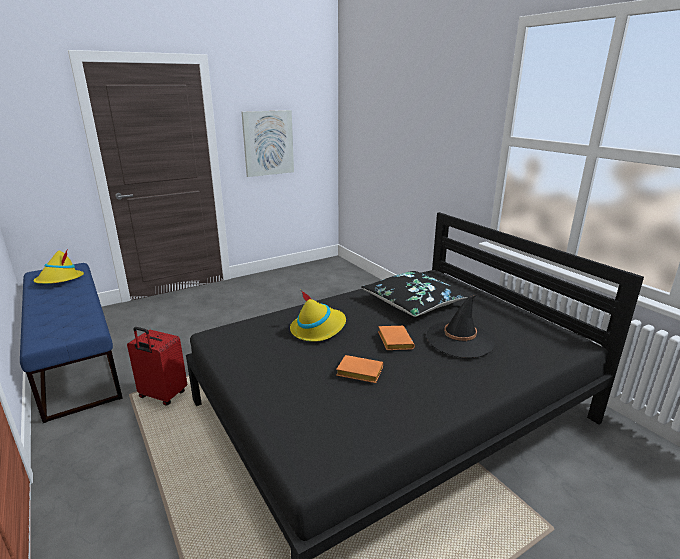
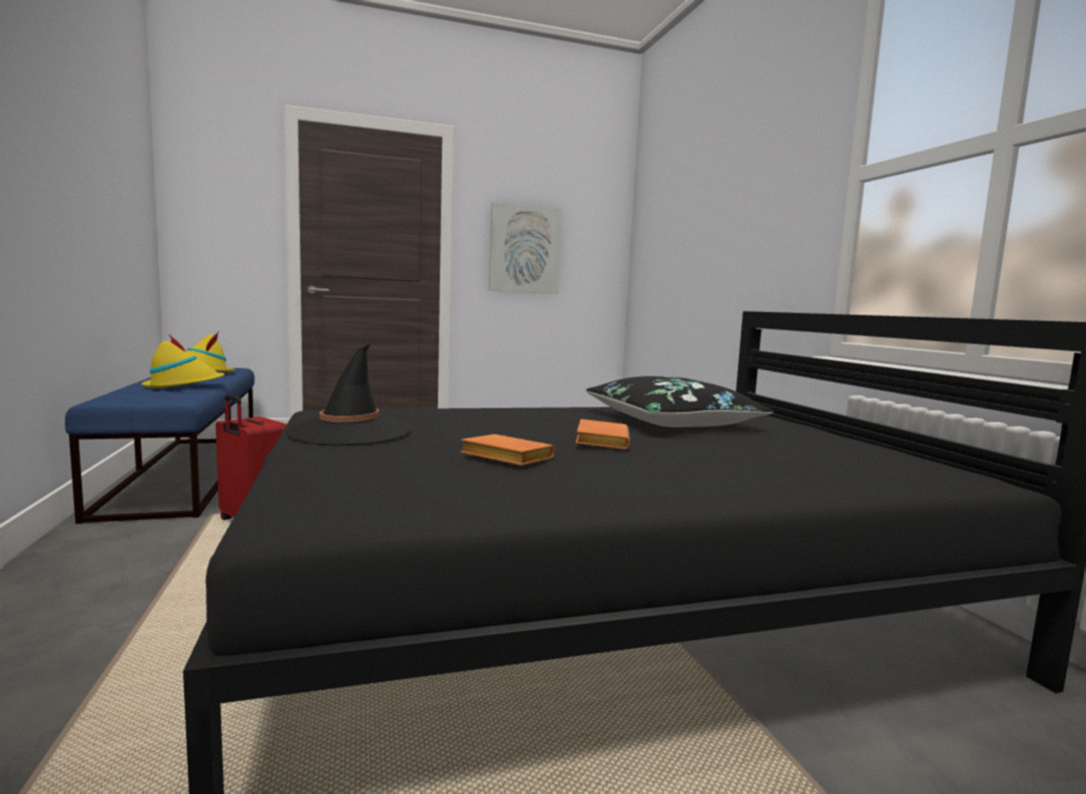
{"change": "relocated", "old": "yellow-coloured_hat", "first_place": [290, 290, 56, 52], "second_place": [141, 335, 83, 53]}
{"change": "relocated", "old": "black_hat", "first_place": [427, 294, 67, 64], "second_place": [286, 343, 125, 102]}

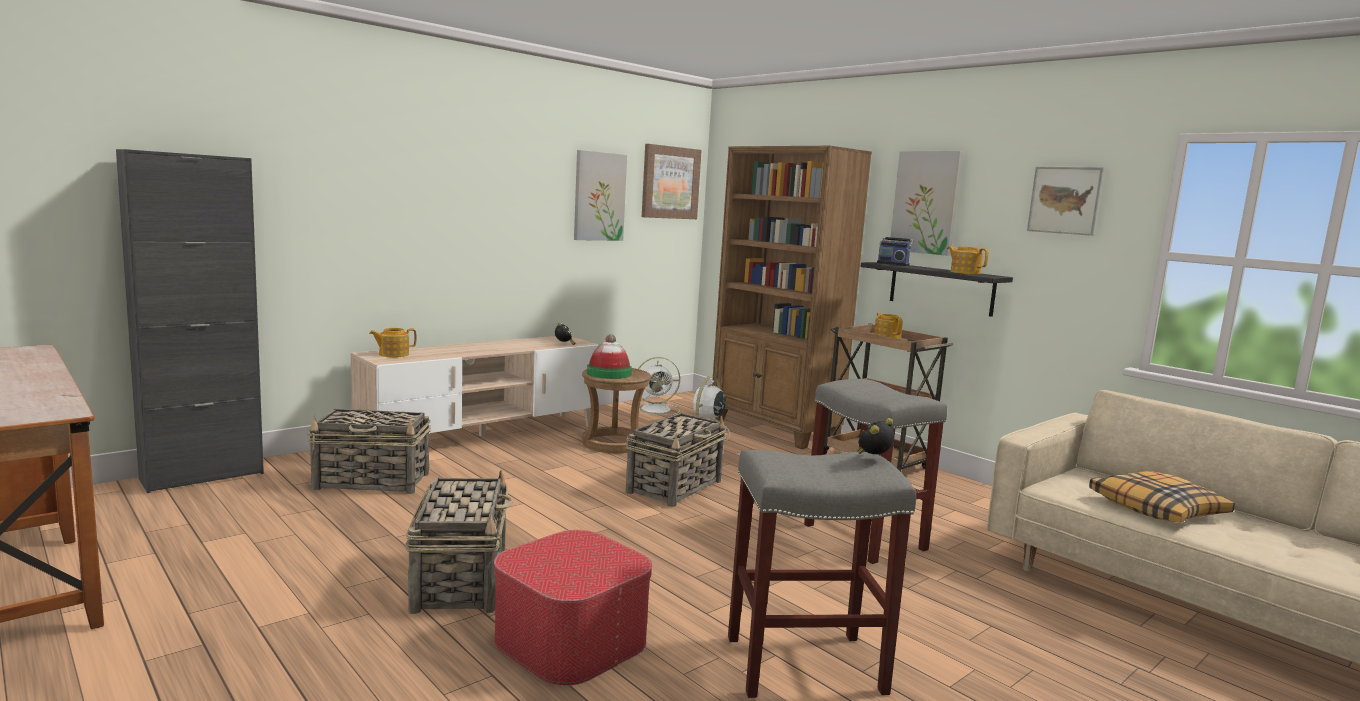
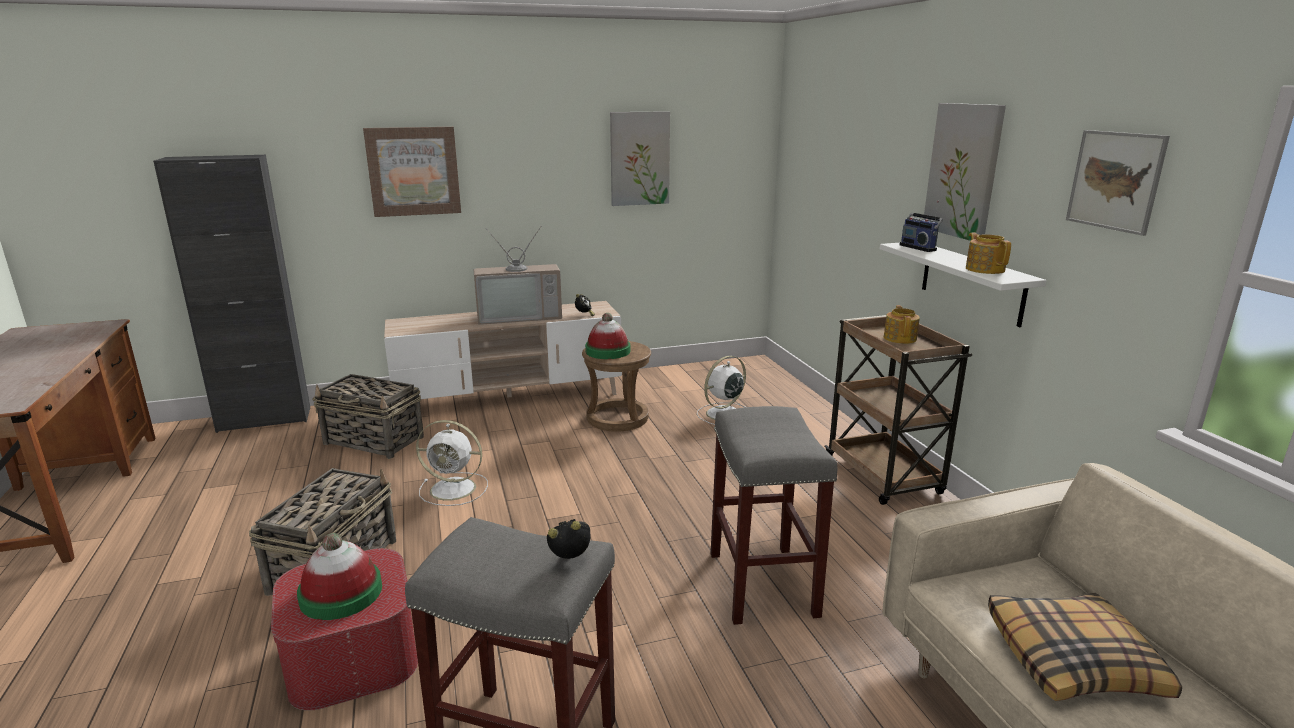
{"change": "appeared", "new": "hat", "second_place": [297, 533, 85, 87]}
{"change": "relocated", "old": "wall_picture", "first_place": [642, 144, 60, 75], "second_place": [363, 127, 98, 90]}
{"change": "relocated", "old": "whitish_fan", "first_place": [630, 357, 50, 59], "second_place": [416, 420, 72, 86]}
{"change": "appeared", "new": "television", "second_place": [473, 227, 89, 98]}
{"change": "colour", "old": "black_shelf", "new": "whitish_shelf", "first_place": [861, 262, 152, 55], "second_place": [880, 243, 167, 84]}
{"change": "missing", "old": "teapot", "first_place": [369, 328, 48, 29]}
{"change": "missing", "old": "basket", "first_place": [625, 413, 101, 94]}
{"change": "missing", "old": "brown_bookcase", "first_place": [713, 146, 159, 303]}

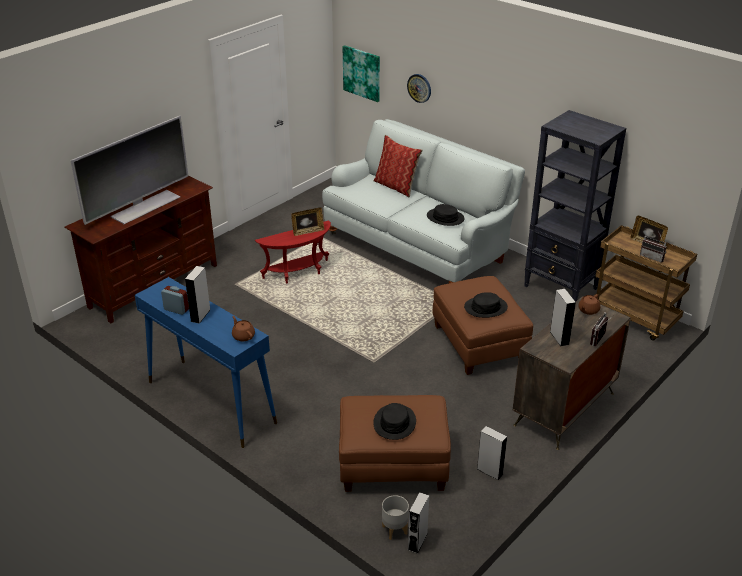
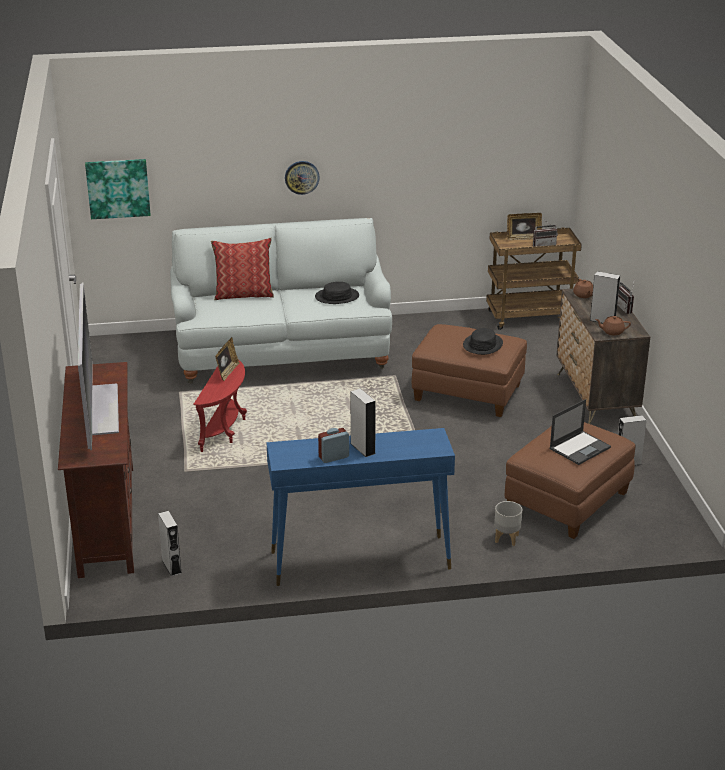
{"change": "relocated", "old": "greyish_audio_speaker", "first_place": [408, 492, 21, 62], "second_place": [158, 511, 24, 65]}
{"change": "relocated", "old": "wall_clock", "first_place": [407, 74, 24, 29], "second_place": [285, 161, 35, 34]}
{"change": "relocated", "old": "greyish_planter", "first_place": [382, 495, 27, 45], "second_place": [494, 501, 28, 45]}
{"change": "exchanged", "old": "black_hat", "new": "notebook_computer", "first_place": [373, 403, 43, 37], "second_place": [549, 399, 62, 66]}
{"change": "relocated", "old": "brown_teapot", "first_place": [232, 316, 23, 25], "second_place": [595, 316, 36, 19]}
{"change": "missing", "old": "black_bookcase", "first_place": [524, 110, 102, 192]}

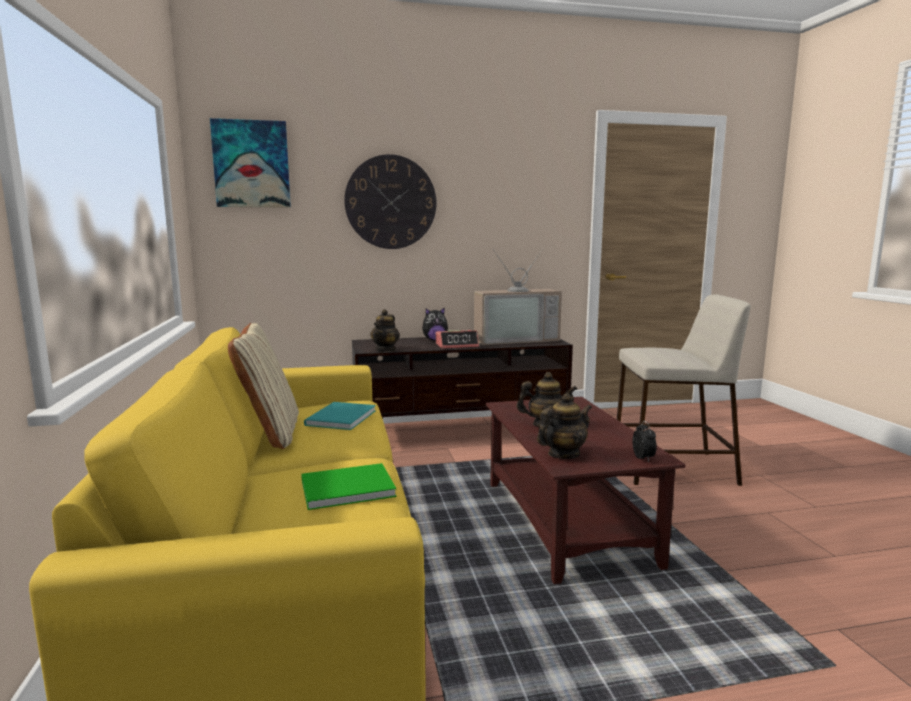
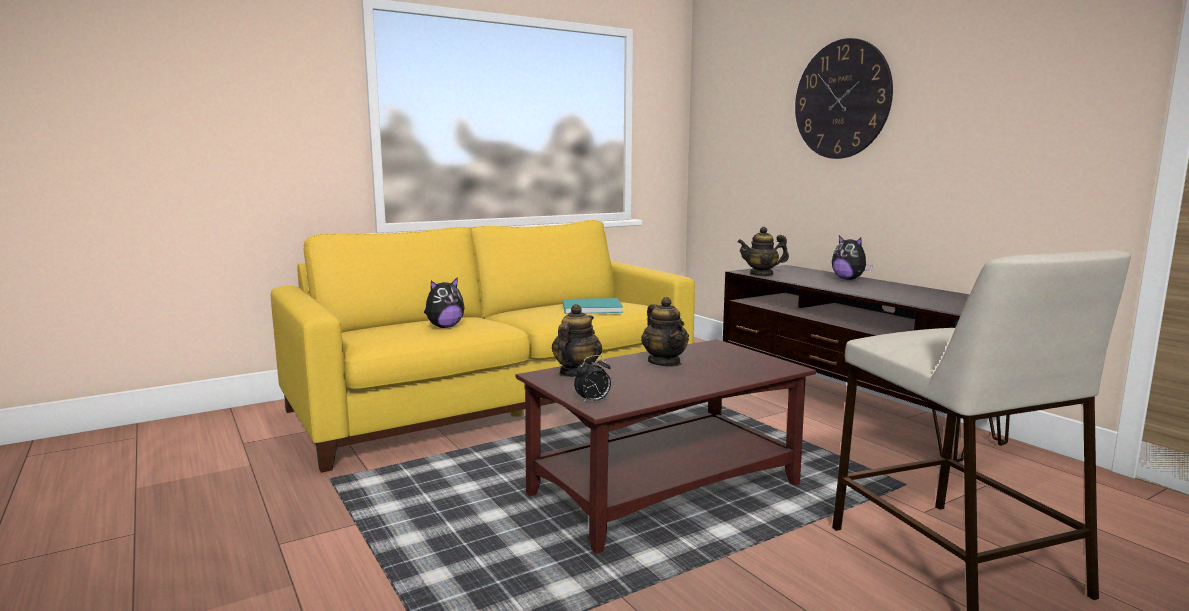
{"change": "exchanged", "old": "green-coloured_bound_book", "new": "cuddly_toy", "first_place": [301, 463, 96, 47], "second_place": [424, 277, 40, 51]}
{"change": "spun", "old": "teapot", "first_place": [537, 393, 55, 66], "second_place": [551, 304, 51, 73], "degrees": -105}
{"change": "missing", "old": "wall_picture", "first_place": [210, 118, 81, 90]}
{"change": "missing", "old": "sand-coloured_throw_pillow", "first_place": [228, 323, 71, 126]}
{"change": "missing", "old": "bedside_clock", "first_place": [436, 330, 43, 19]}
{"change": "missing", "old": "television", "first_place": [474, 249, 88, 96]}

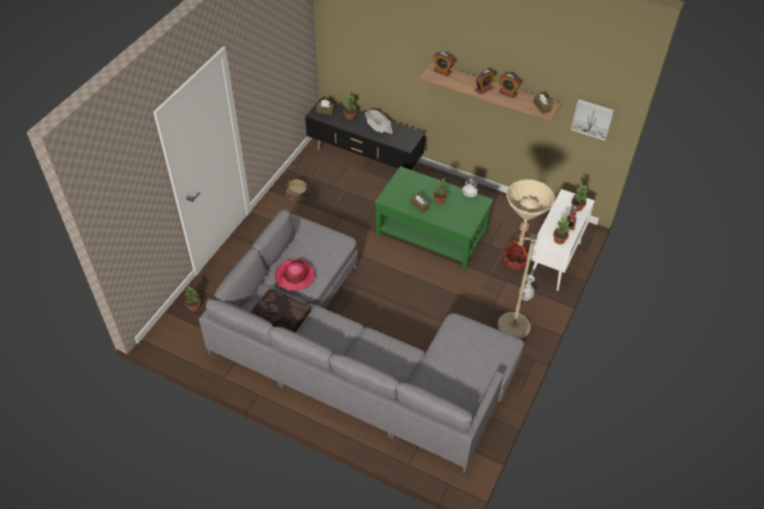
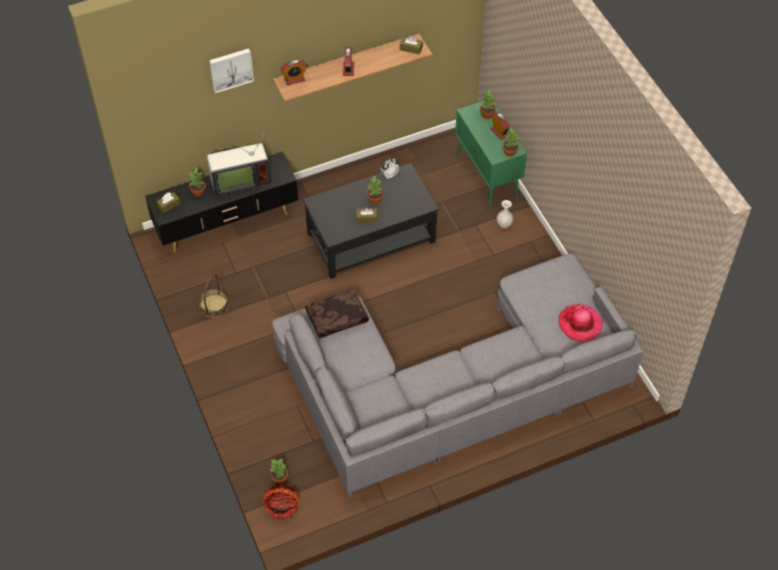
{"change": "exchanged", "old": "newspaper", "new": "television", "first_place": [365, 110, 28, 24], "second_place": [207, 131, 64, 65]}
{"change": "relocated", "old": "wall_picture", "first_place": [571, 99, 43, 42], "second_place": [209, 48, 45, 45]}
{"change": "relocated", "old": "basket", "first_place": [504, 240, 25, 30], "second_place": [263, 484, 37, 36]}
{"change": "colour", "old": "green-coloured_lounge_table", "new": "black_lounge_table", "first_place": [374, 166, 120, 103], "second_place": [303, 163, 136, 116]}
{"change": "relocated", "old": "brown_throw_pillow", "first_place": [251, 288, 60, 44], "second_place": [305, 289, 64, 49]}
{"change": "colour", "old": "whitish_cabinet", "new": "green-coloured_cabinet", "first_place": [530, 189, 65, 102], "second_place": [455, 101, 72, 108]}
{"change": "relocated", "old": "hat", "first_place": [275, 259, 40, 32], "second_place": [559, 304, 44, 38]}
{"change": "missing", "old": "sand-coloured_floor_lamp", "first_place": [498, 179, 57, 160]}
{"change": "missing", "old": "bedside_clock", "first_place": [499, 74, 22, 24]}

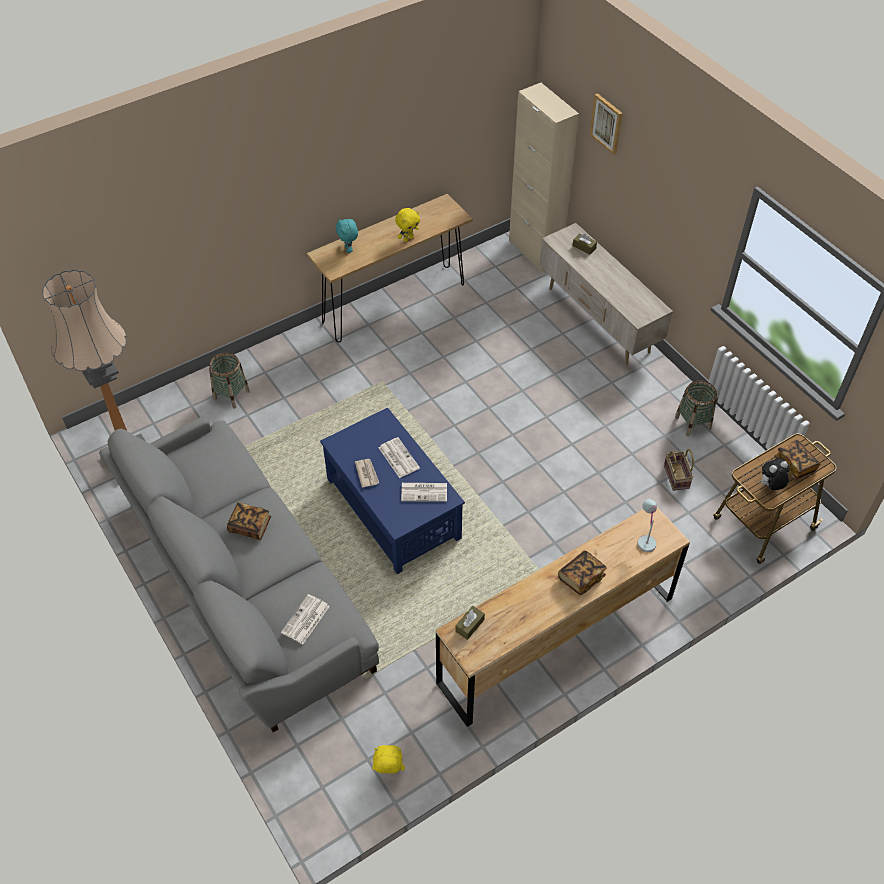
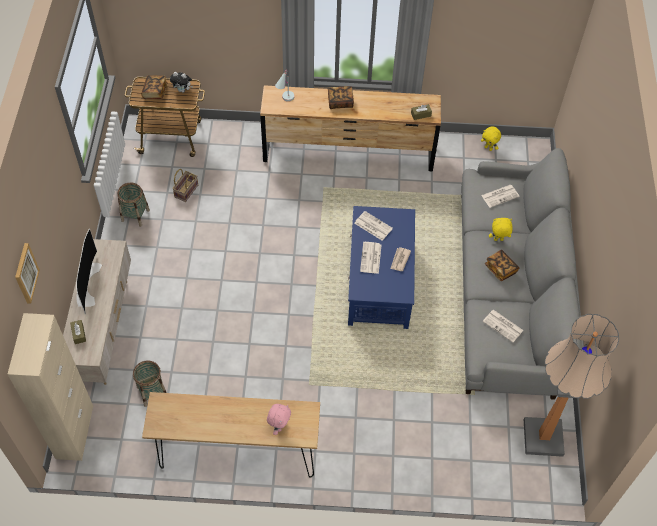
{"change": "appeared", "new": "television", "second_place": [76, 229, 26, 85]}
{"change": "relocated", "old": "basket", "first_place": [209, 352, 41, 57], "second_place": [133, 361, 34, 46]}
{"change": "colour", "old": "turquoise-coloured_cuddly_toy", "new": "pinkish_cuddly_toy", "first_place": [336, 219, 22, 34], "second_place": [267, 404, 24, 31]}
{"change": "appeared", "new": "newspaper", "second_place": [483, 310, 41, 32]}
{"change": "relocated", "old": "yellow-coloured_cuddly_toy", "first_place": [395, 208, 25, 34], "second_place": [489, 218, 24, 23]}

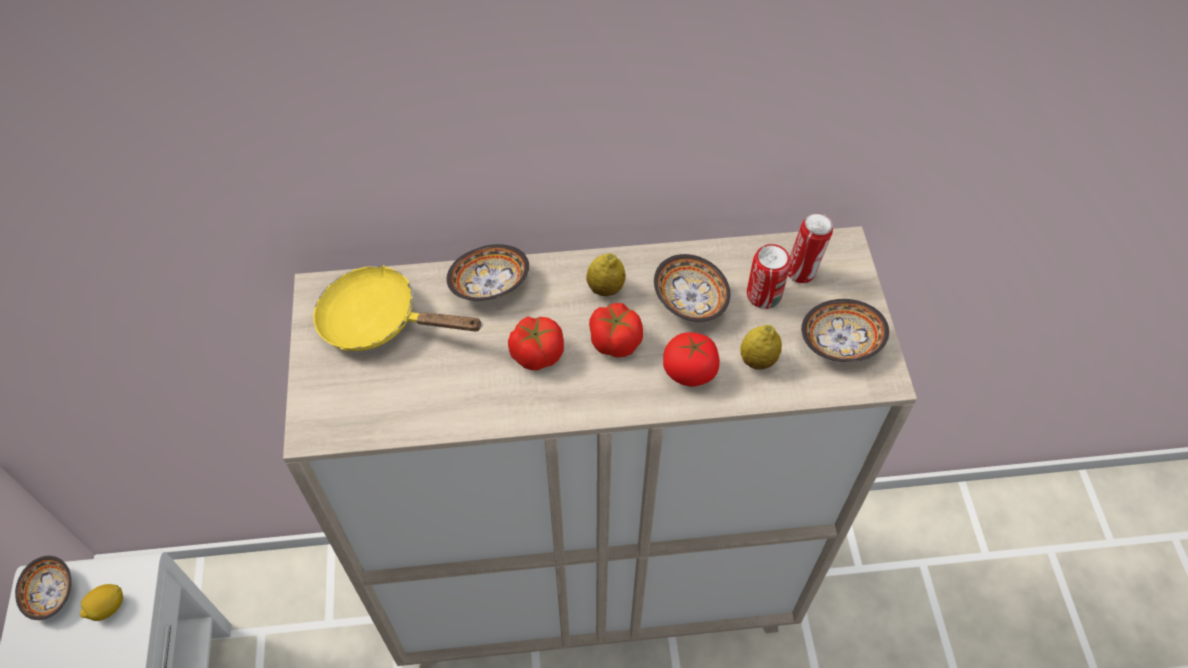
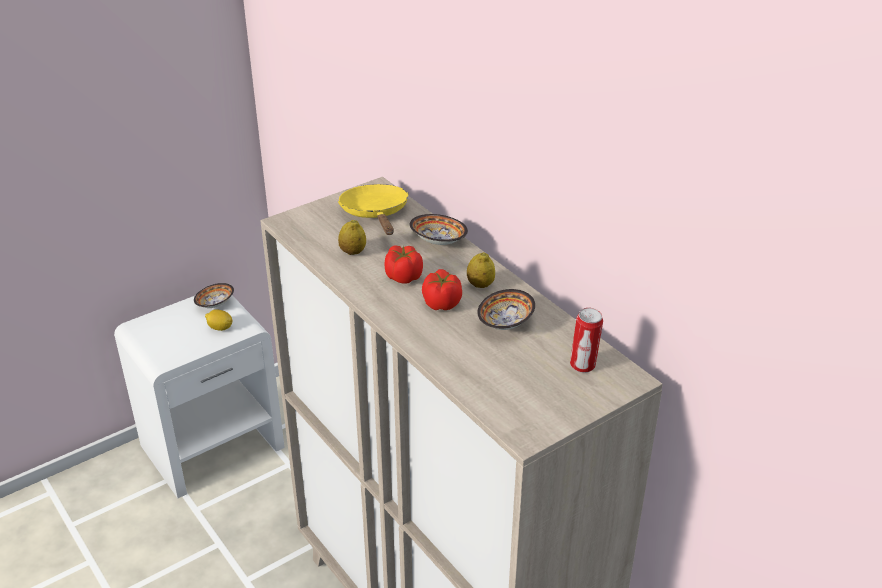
{"change": "relocated", "old": "lemon", "first_place": [741, 325, 41, 45], "second_place": [338, 219, 28, 36]}
{"change": "missing", "old": "fresh_tomato", "first_place": [663, 332, 57, 54]}
{"change": "missing", "old": "sealed_can", "first_place": [747, 244, 43, 65]}
{"change": "missing", "old": "deep_dish", "first_place": [801, 299, 88, 63]}

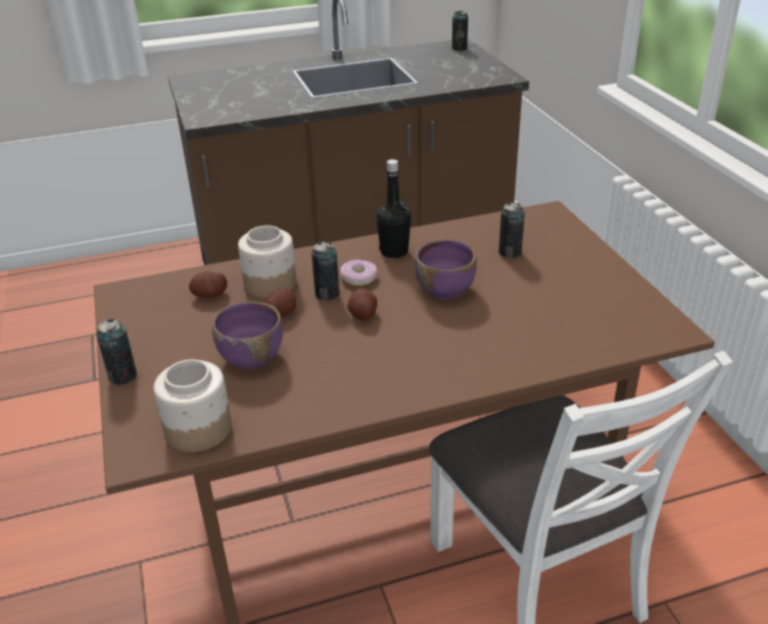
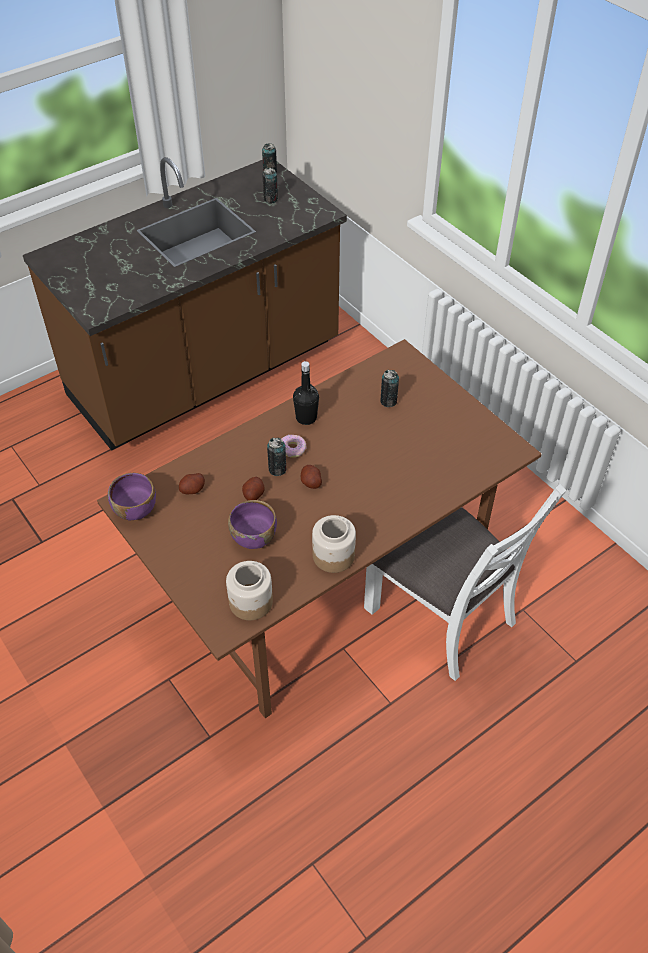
{"change": "relocated", "old": "purple_deep_dish", "first_place": [414, 239, 63, 61], "second_place": [108, 473, 48, 47]}
{"change": "relocated", "old": "sealed_can", "first_place": [97, 319, 40, 66], "second_place": [263, 168, 15, 35]}
{"change": "relocated", "old": "storage_jar", "first_place": [238, 225, 58, 73], "second_place": [312, 515, 44, 58]}

